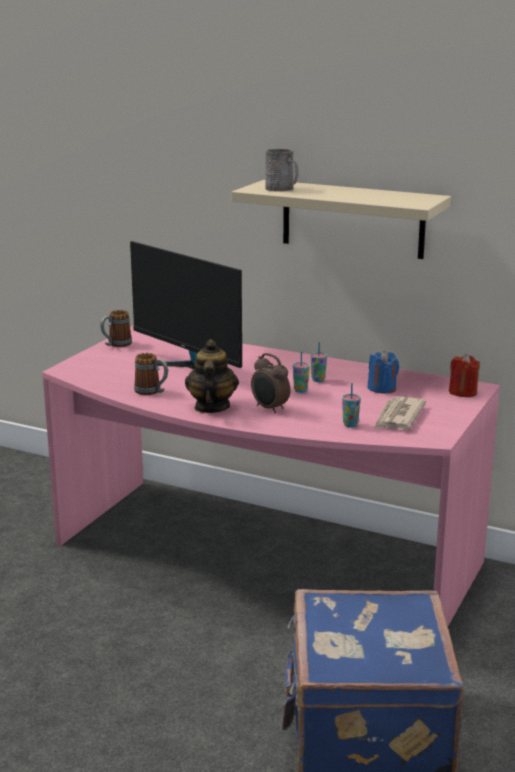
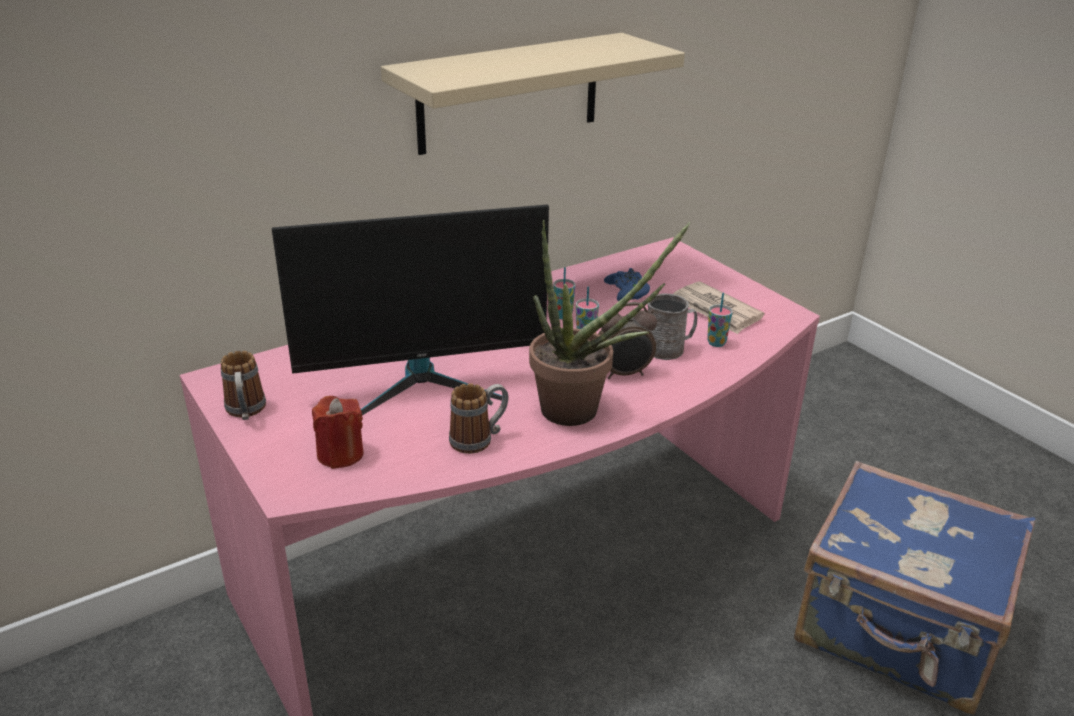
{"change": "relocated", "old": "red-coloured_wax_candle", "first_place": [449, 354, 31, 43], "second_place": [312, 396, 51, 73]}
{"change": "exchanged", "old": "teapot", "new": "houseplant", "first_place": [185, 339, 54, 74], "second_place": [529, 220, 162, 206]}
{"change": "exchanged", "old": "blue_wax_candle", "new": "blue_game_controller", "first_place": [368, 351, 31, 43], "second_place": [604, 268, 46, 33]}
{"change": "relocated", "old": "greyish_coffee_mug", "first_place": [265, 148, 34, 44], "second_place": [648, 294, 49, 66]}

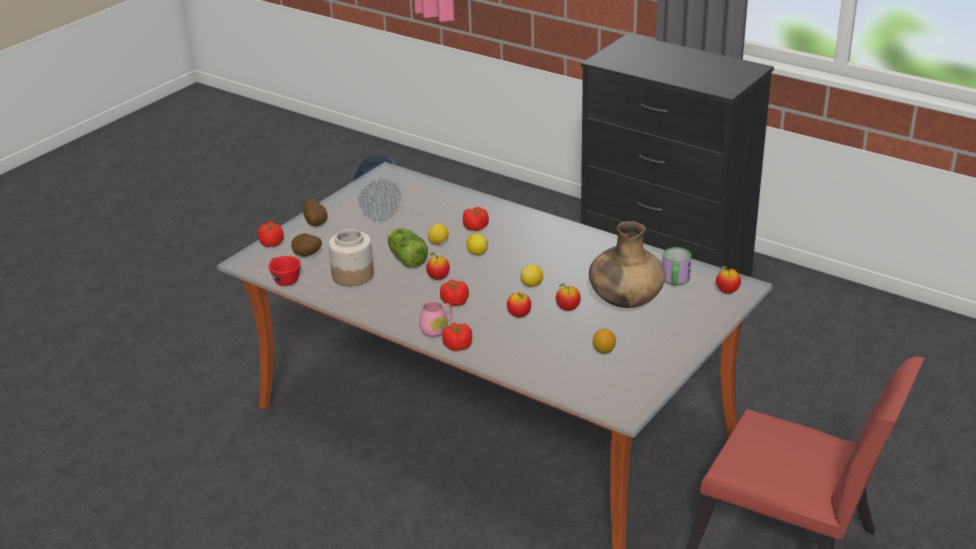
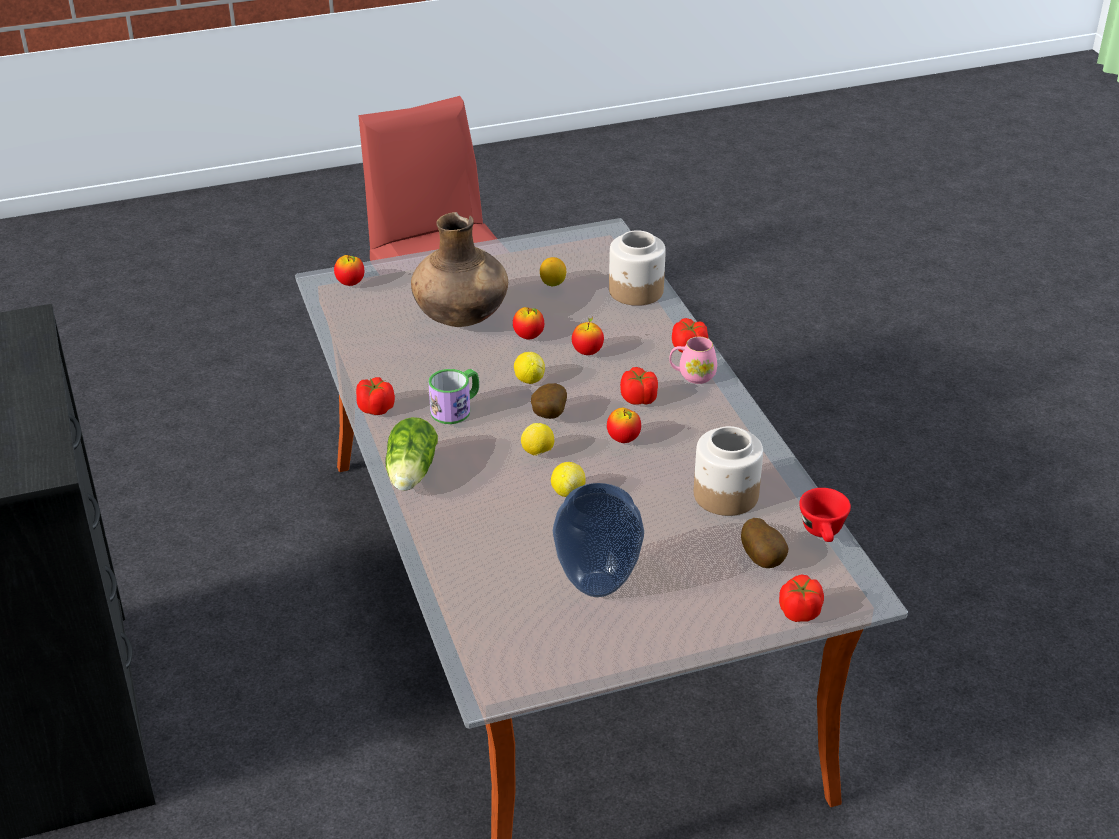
{"change": "relocated", "old": "fresh_tomato", "first_place": [463, 207, 26, 24], "second_place": [356, 377, 39, 38]}
{"change": "relocated", "old": "lettuce_head", "first_place": [387, 228, 41, 40], "second_place": [385, 417, 53, 74]}
{"change": "relocated", "old": "coffee_mug", "first_place": [662, 247, 29, 38], "second_place": [429, 369, 50, 55]}
{"change": "relocated", "old": "spud", "first_place": [303, 199, 25, 27], "second_place": [531, 383, 36, 36]}
{"change": "appeared", "new": "storage_jar", "second_place": [609, 230, 57, 76]}

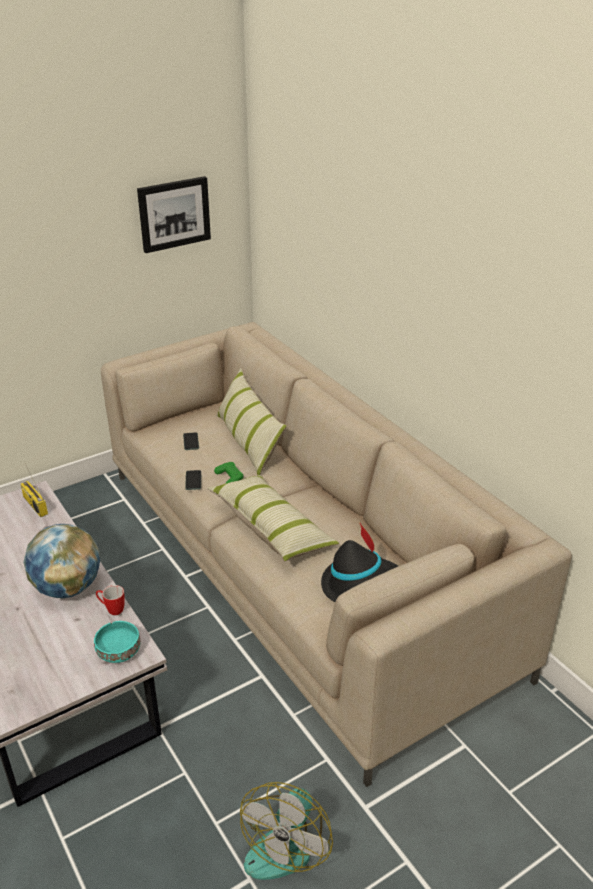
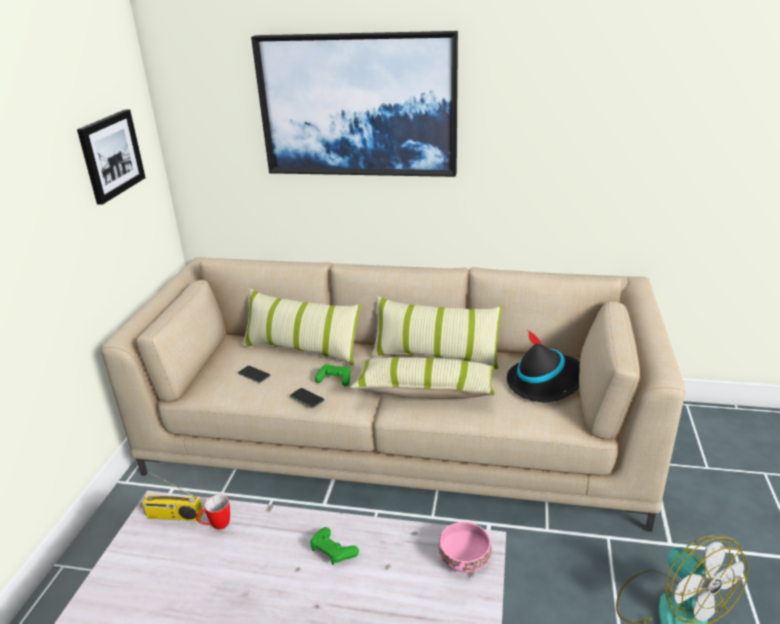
{"change": "relocated", "old": "coffee_mug", "first_place": [96, 585, 29, 30], "second_place": [196, 495, 34, 34]}
{"change": "appeared", "new": "wall_picture", "second_place": [251, 31, 207, 146]}
{"change": "exchanged", "old": "desk_globe", "new": "green-coloured_game_controller", "first_place": [23, 524, 77, 74], "second_place": [310, 527, 49, 38]}
{"change": "appeared", "new": "throw_pillow", "second_place": [371, 296, 132, 73]}
{"change": "colour", "old": "turquoise-coloured_deep_dish", "new": "pinkish_deep_dish", "first_place": [94, 621, 46, 42], "second_place": [439, 522, 52, 50]}

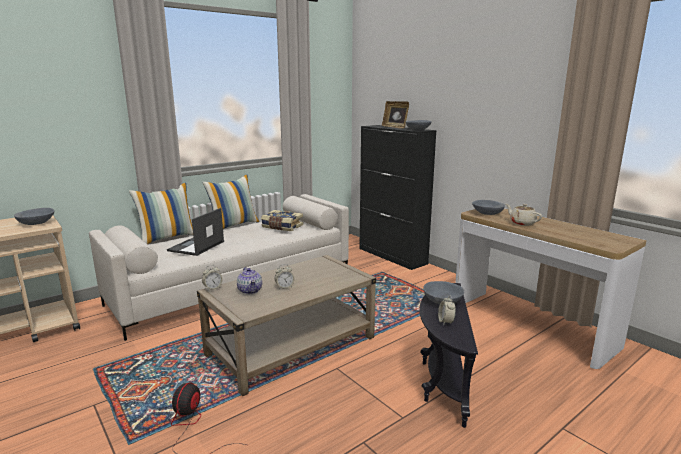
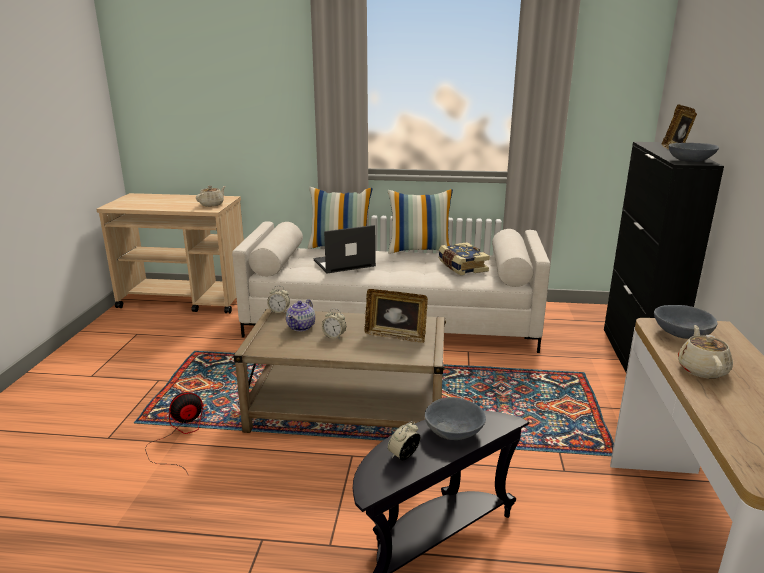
{"change": "exchanged", "old": "greyish_deep_dish", "new": "sand-coloured_teapot", "first_place": [14, 208, 41, 17], "second_place": [196, 186, 30, 21]}
{"change": "appeared", "new": "picture_frame", "second_place": [365, 289, 63, 54]}

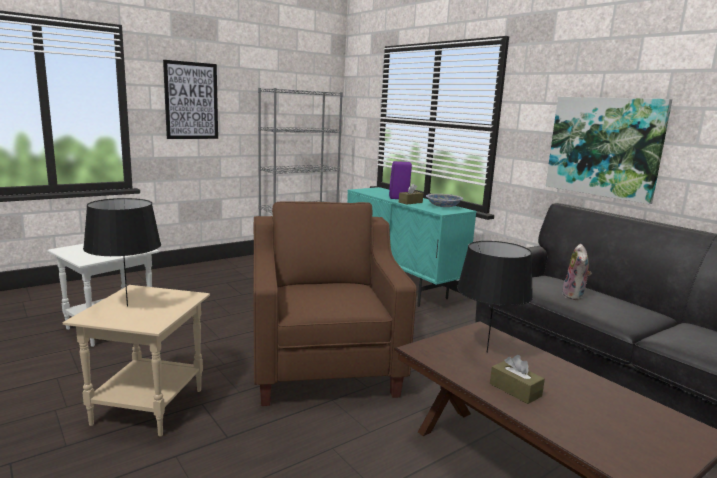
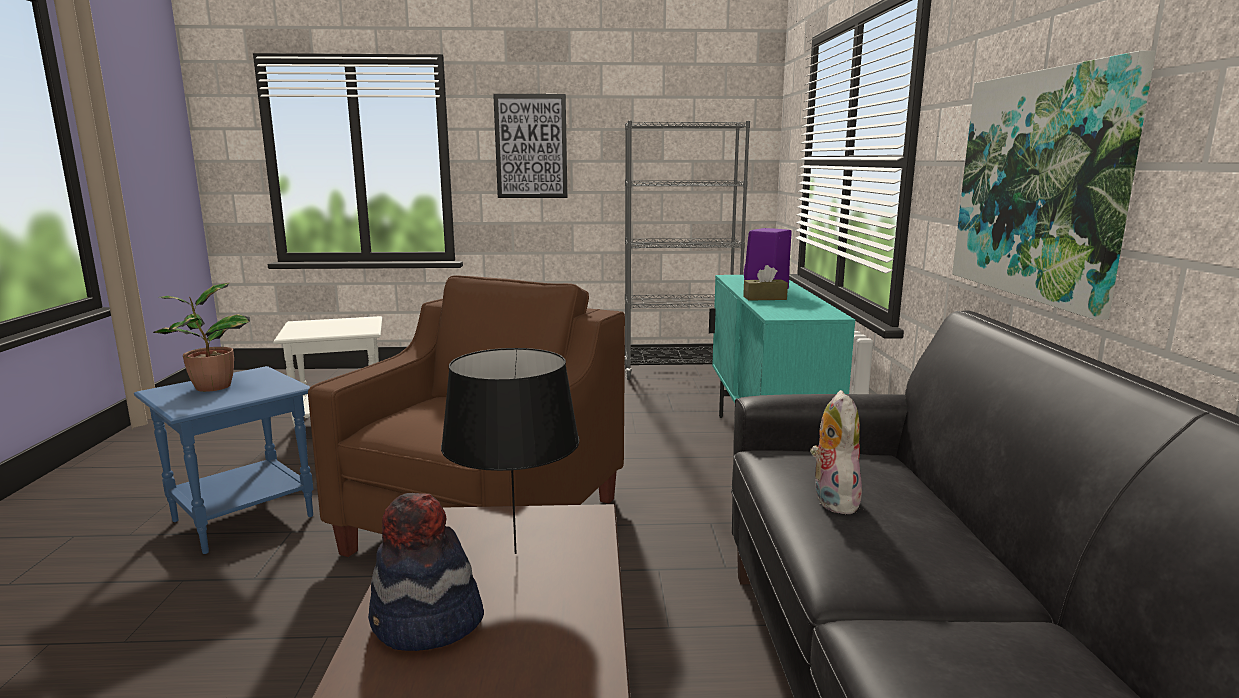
{"change": "colour", "old": "sand-coloured_end_table", "new": "blue_end_table", "first_place": [63, 285, 147, 152], "second_place": [134, 366, 179, 188]}
{"change": "exchanged", "old": "black_lamp_for_a_table", "new": "houseplant", "first_place": [83, 198, 78, 108], "second_place": [153, 283, 97, 109]}
{"change": "exchanged", "old": "brown_box_of_tissues", "new": "hat", "first_place": [490, 355, 55, 49], "second_place": [368, 493, 116, 158]}
{"change": "spun", "old": "cuddly_toy", "first_place": [562, 244, 29, 56], "second_place": [810, 390, 52, 125], "degrees": 135}
{"change": "missing", "old": "deep_dish", "first_place": [426, 194, 37, 13]}

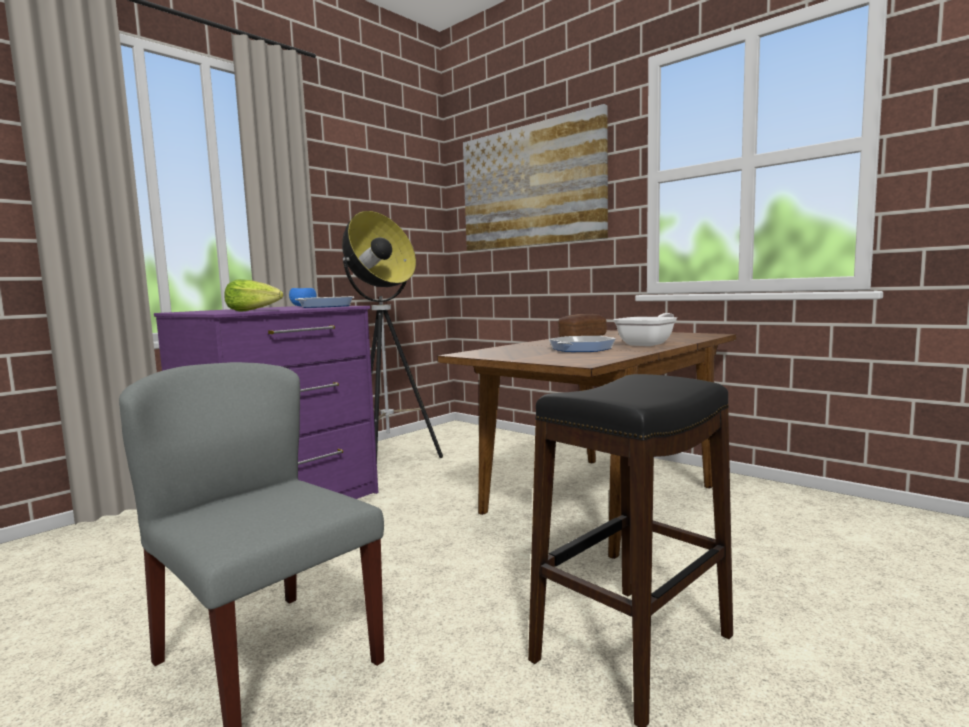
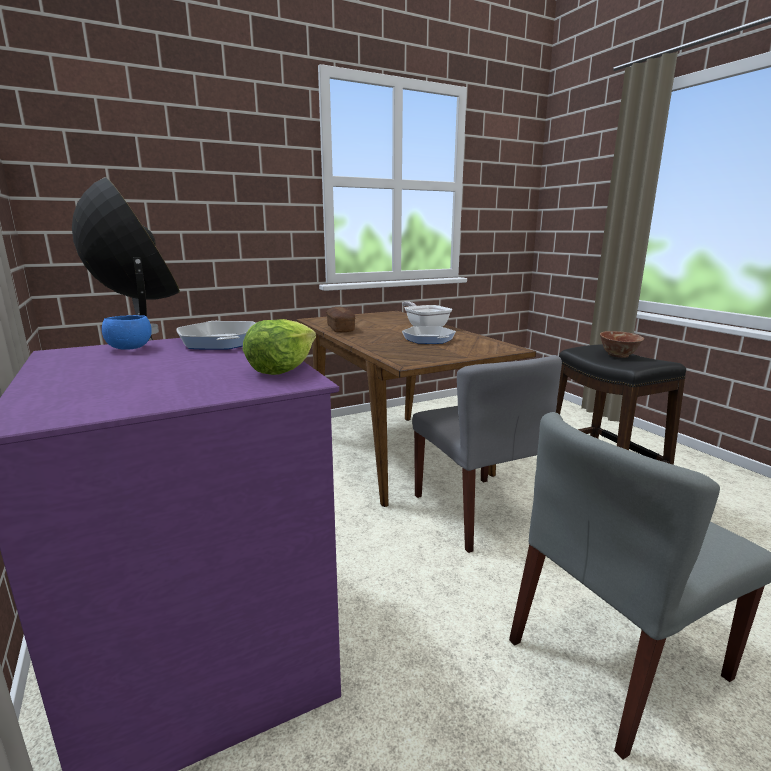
{"change": "appeared", "new": "greyish_upright_chair", "second_place": [412, 355, 150, 198]}
{"change": "appeared", "new": "deep_dish", "second_place": [600, 331, 44, 27]}
{"change": "missing", "old": "wall_picture", "first_place": [463, 104, 145, 147]}

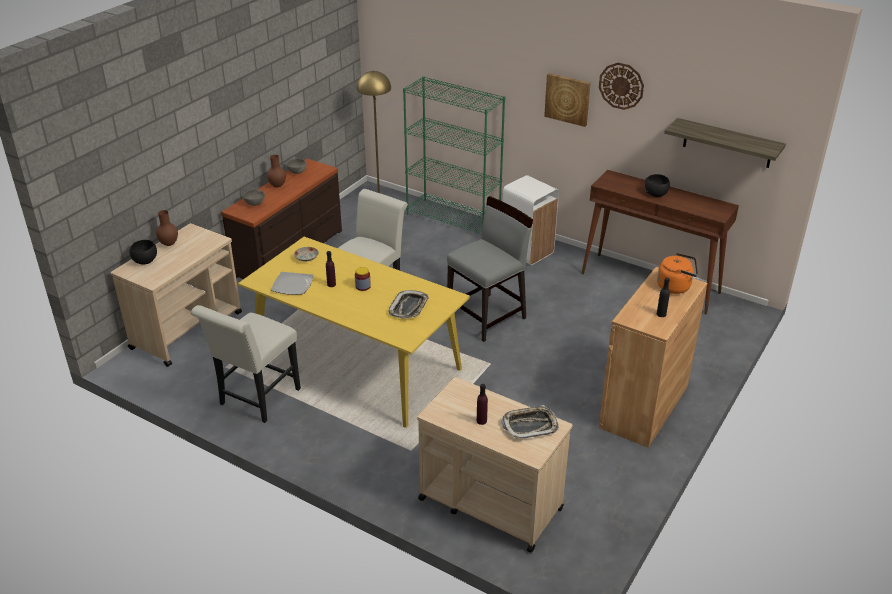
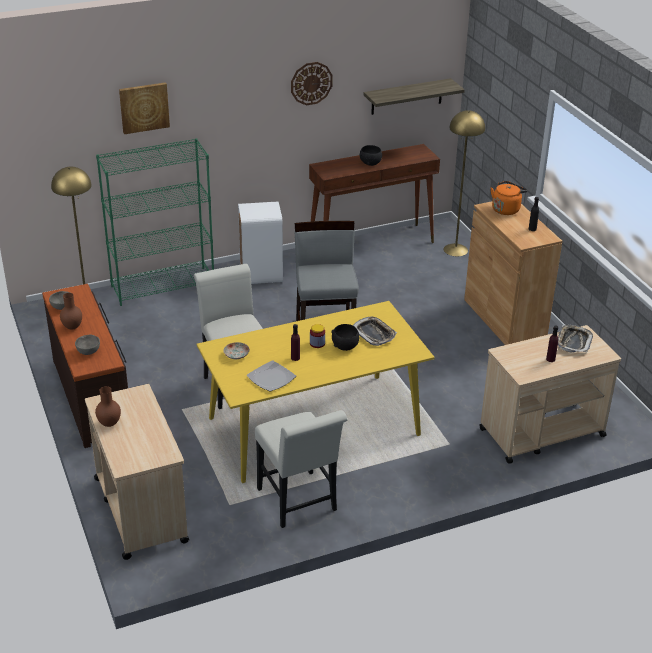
{"change": "relocated", "old": "wall_picture", "first_place": [544, 73, 47, 54], "second_place": [119, 82, 51, 52]}
{"change": "relocated", "old": "black_deep_dish", "first_place": [129, 240, 28, 25], "second_place": [331, 324, 28, 27]}
{"change": "appeared", "new": "yellow-coloured_floor_lamp", "second_place": [444, 110, 41, 146]}

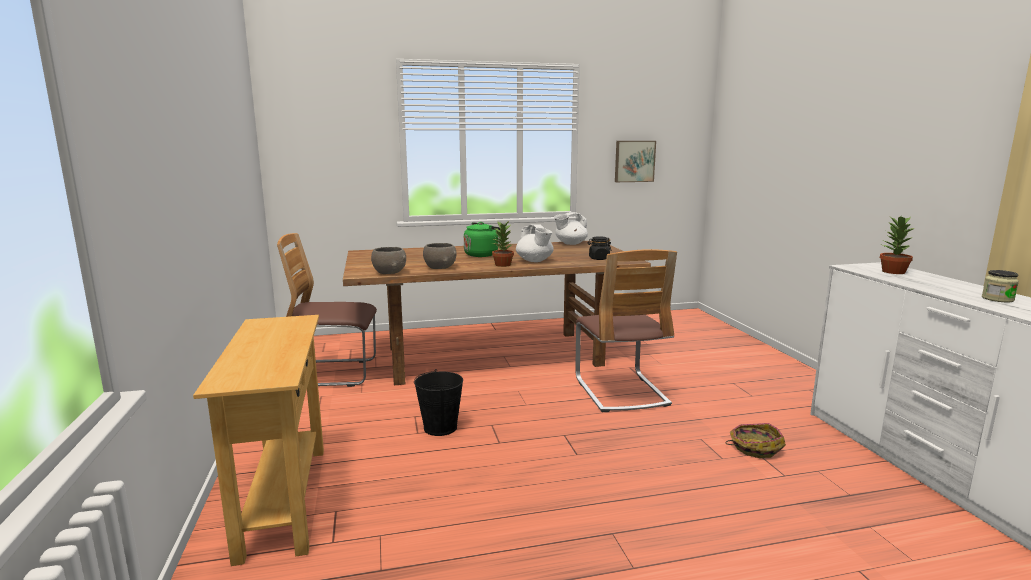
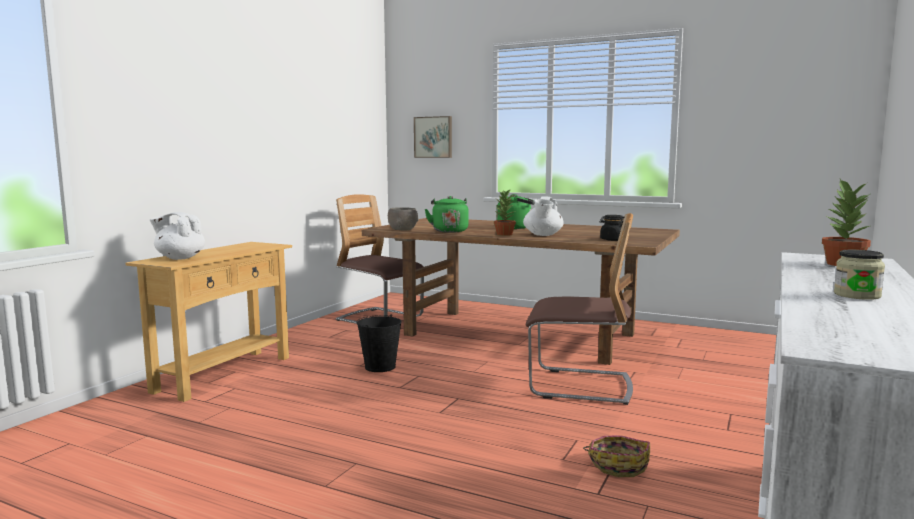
{"change": "relocated", "old": "whitish_teapot", "first_place": [554, 212, 34, 33], "second_place": [150, 212, 55, 48]}
{"change": "relocated", "old": "wall_picture", "first_place": [615, 141, 41, 41], "second_place": [414, 116, 38, 42]}
{"change": "exchanged", "old": "greyish_deep_dish", "new": "green-coloured_water_kettle", "first_place": [423, 243, 33, 26], "second_place": [424, 196, 45, 37]}
{"change": "spun", "old": "upright_chair", "first_place": [575, 249, 102, 163], "second_place": [526, 213, 107, 192], "degrees": -105}

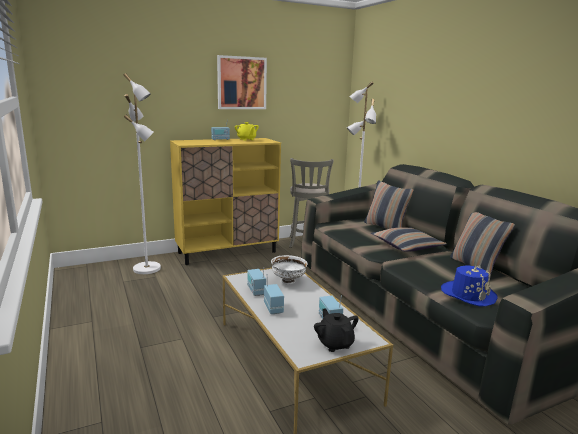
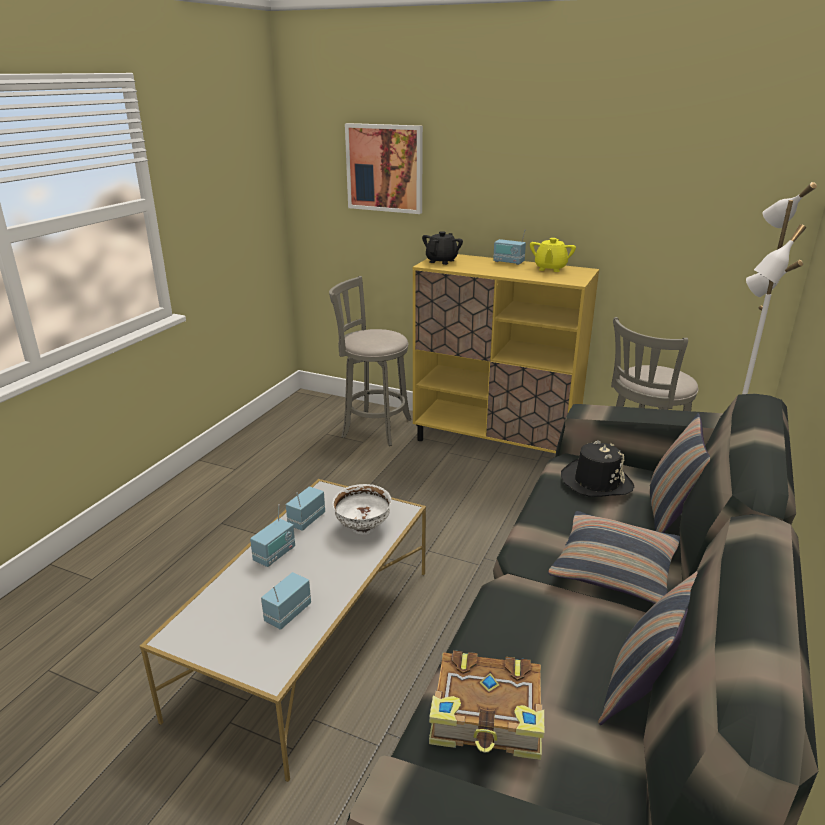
{"change": "exchanged", "old": "whitish_floor_lamp", "new": "greyish_stool_seat", "first_place": [123, 73, 38, 201], "second_place": [329, 276, 83, 170]}
{"change": "relocated", "old": "wall_picture", "first_place": [217, 55, 50, 54], "second_place": [345, 123, 78, 91]}
{"change": "relocated", "old": "black_teapot", "first_place": [314, 308, 45, 44], "second_place": [422, 231, 41, 34]}
{"change": "exchanged", "old": "blue_hat", "new": "bound_book", "first_place": [441, 265, 57, 41], "second_place": [429, 650, 115, 110]}
{"change": "appeared", "new": "black_hat", "second_place": [561, 440, 73, 57]}

